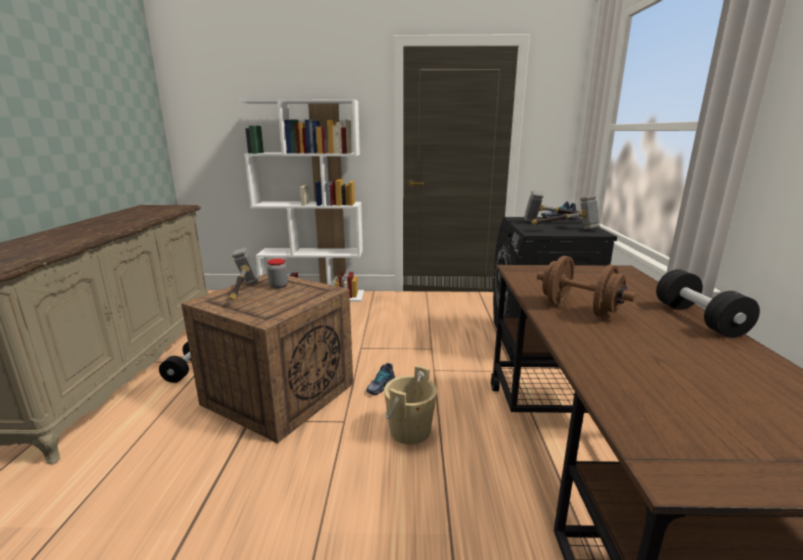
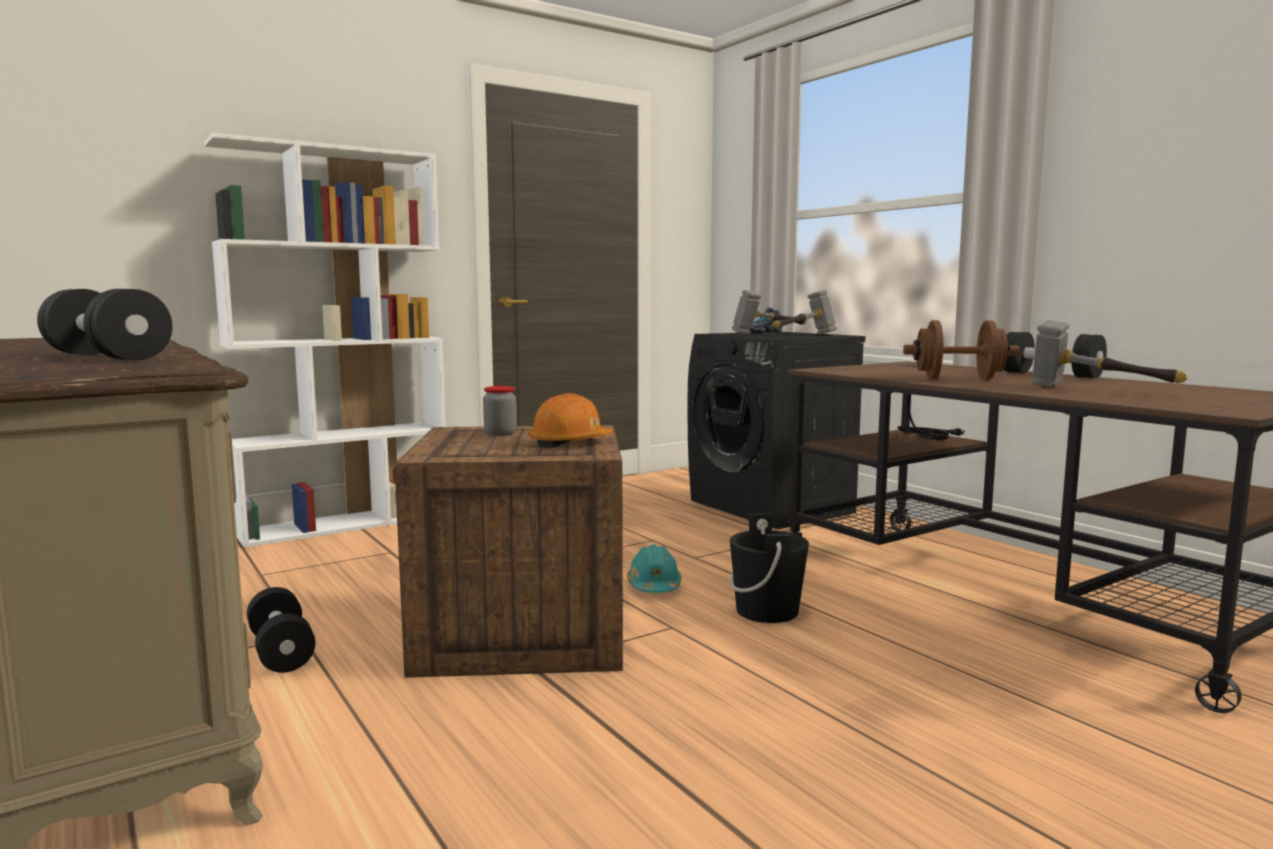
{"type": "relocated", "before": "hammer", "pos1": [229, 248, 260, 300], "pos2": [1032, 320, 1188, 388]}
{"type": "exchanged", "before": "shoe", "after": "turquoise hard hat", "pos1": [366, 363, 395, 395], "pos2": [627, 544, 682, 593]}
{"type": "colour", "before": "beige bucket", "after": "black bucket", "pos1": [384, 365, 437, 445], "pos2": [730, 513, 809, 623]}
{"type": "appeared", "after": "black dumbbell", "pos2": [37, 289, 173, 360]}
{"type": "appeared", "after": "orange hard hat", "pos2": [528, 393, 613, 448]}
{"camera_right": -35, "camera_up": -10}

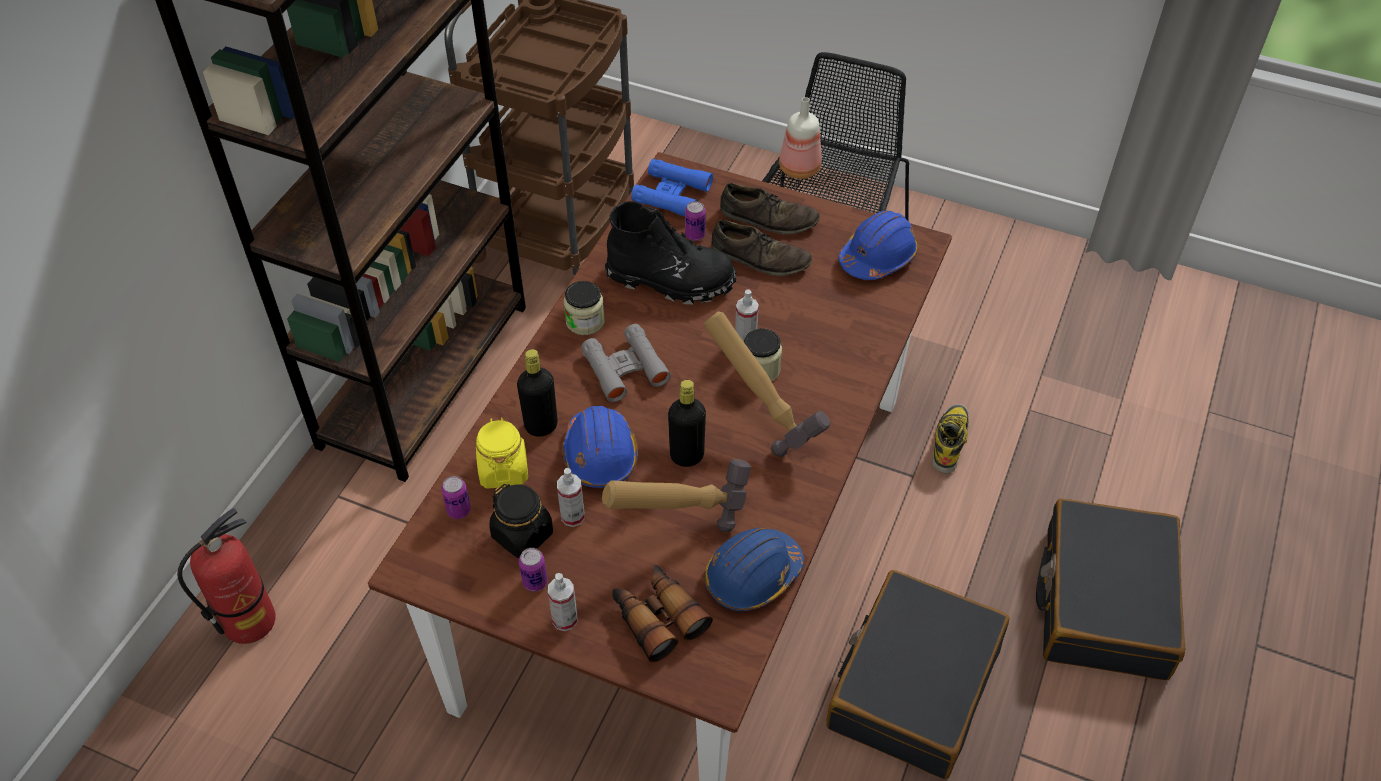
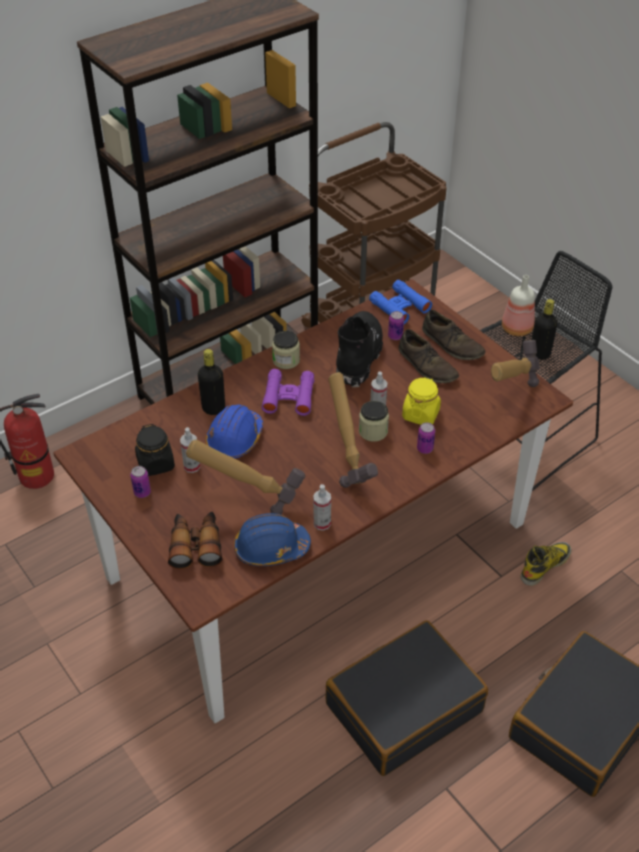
{"type": "relocated", "before": "can", "pos1": [441, 476, 471, 519], "pos2": [417, 422, 435, 454]}
{"type": "relocated", "before": "yellow jar", "pos1": [476, 417, 528, 489], "pos2": [402, 377, 441, 425]}
{"type": "relocated", "before": "spray bottle", "pos1": [548, 573, 578, 631], "pos2": [313, 484, 331, 531]}
{"type": "colour", "before": "grey binoculars", "after": "purple binoculars", "pos1": [581, 324, 671, 402], "pos2": [262, 369, 314, 416]}
{"type": "spun", "before": "black boot", "pos1": [605, 201, 736, 305], "pos2": [336, 311, 383, 387], "turn": -120}
{"type": "relocated", "before": "black bottle", "pos1": [668, 380, 706, 467], "pos2": [532, 299, 558, 360]}
{"type": "exchanged", "before": "blue hard hat", "after": "hammer", "pos1": [839, 210, 919, 280], "pos2": [491, 340, 539, 387]}
{"camera_right": 30, "camera_up": -5}

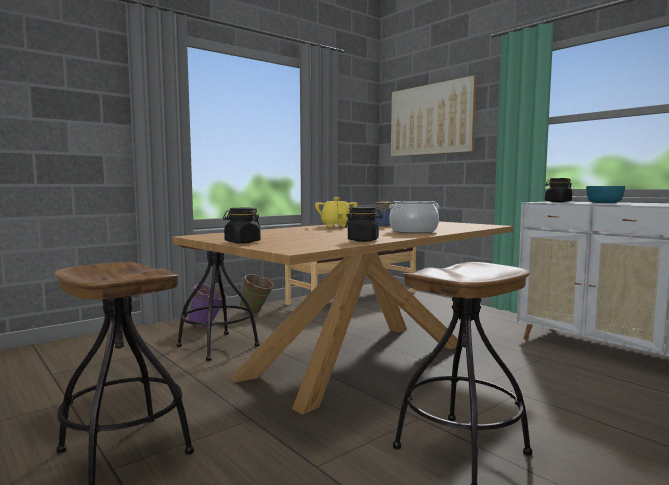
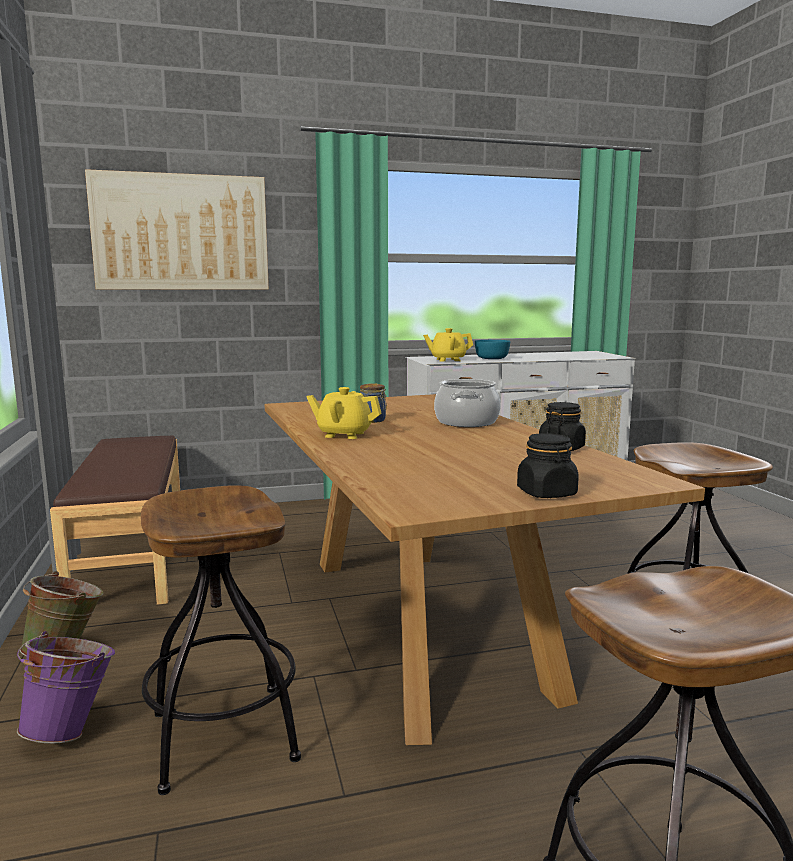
{"type": "exchanged", "before": "black jar", "after": "yellow teapot", "pos1": [545, 178, 572, 202], "pos2": [423, 328, 473, 361]}
{"camera_right": -65, "camera_up": 5}

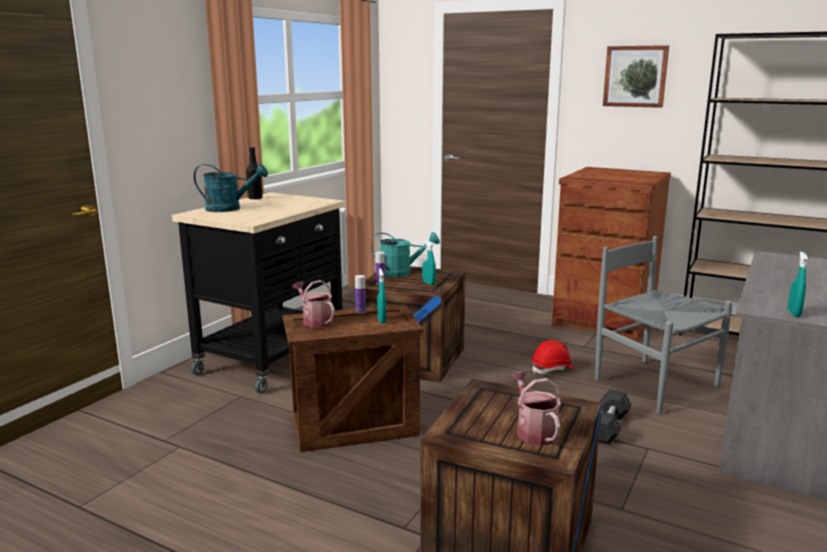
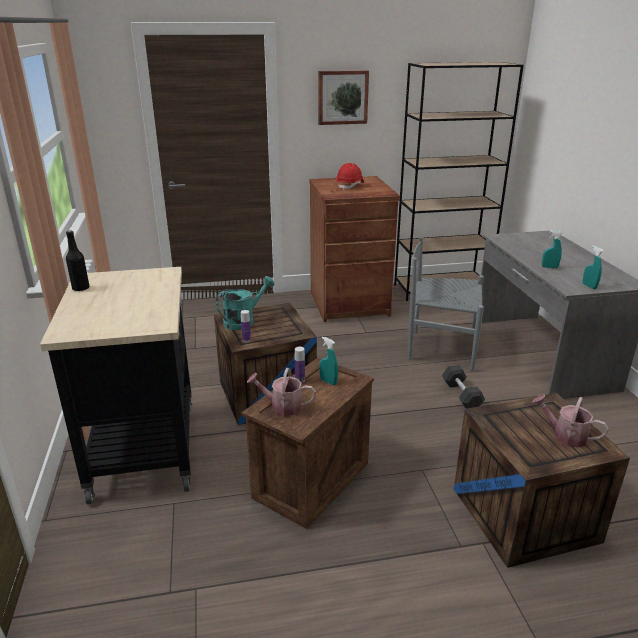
{"type": "missing", "before": "turquoise watering can", "pos1": [194, 164, 268, 212]}
{"type": "relocated", "before": "turquoise spray bottle", "pos1": [422, 240, 436, 285], "pos2": [542, 230, 562, 269]}
{"type": "relocated", "before": "red hard hat", "pos1": [532, 340, 576, 374], "pos2": [336, 163, 364, 190]}
{"camera_right": -40, "camera_up": 10}

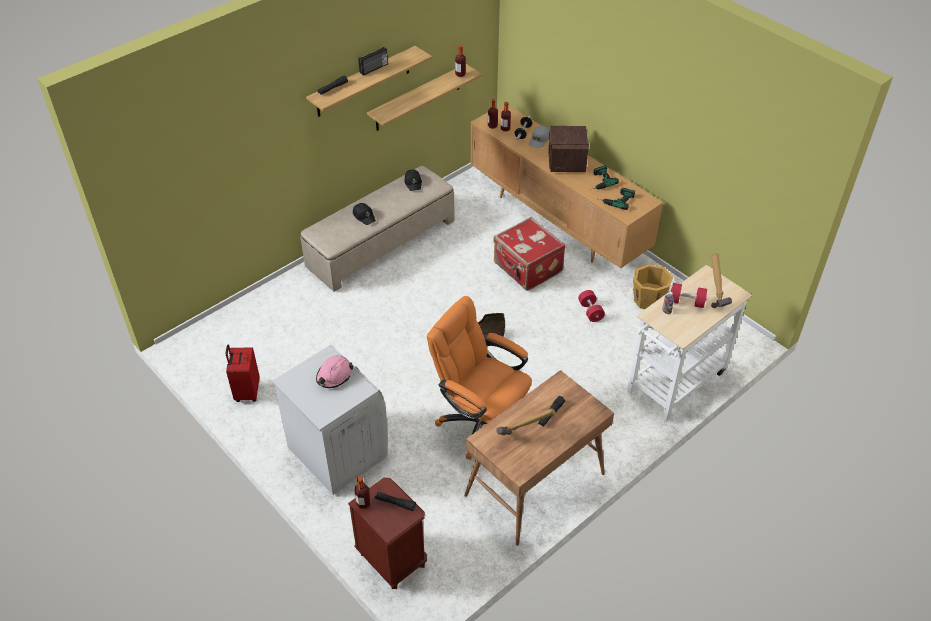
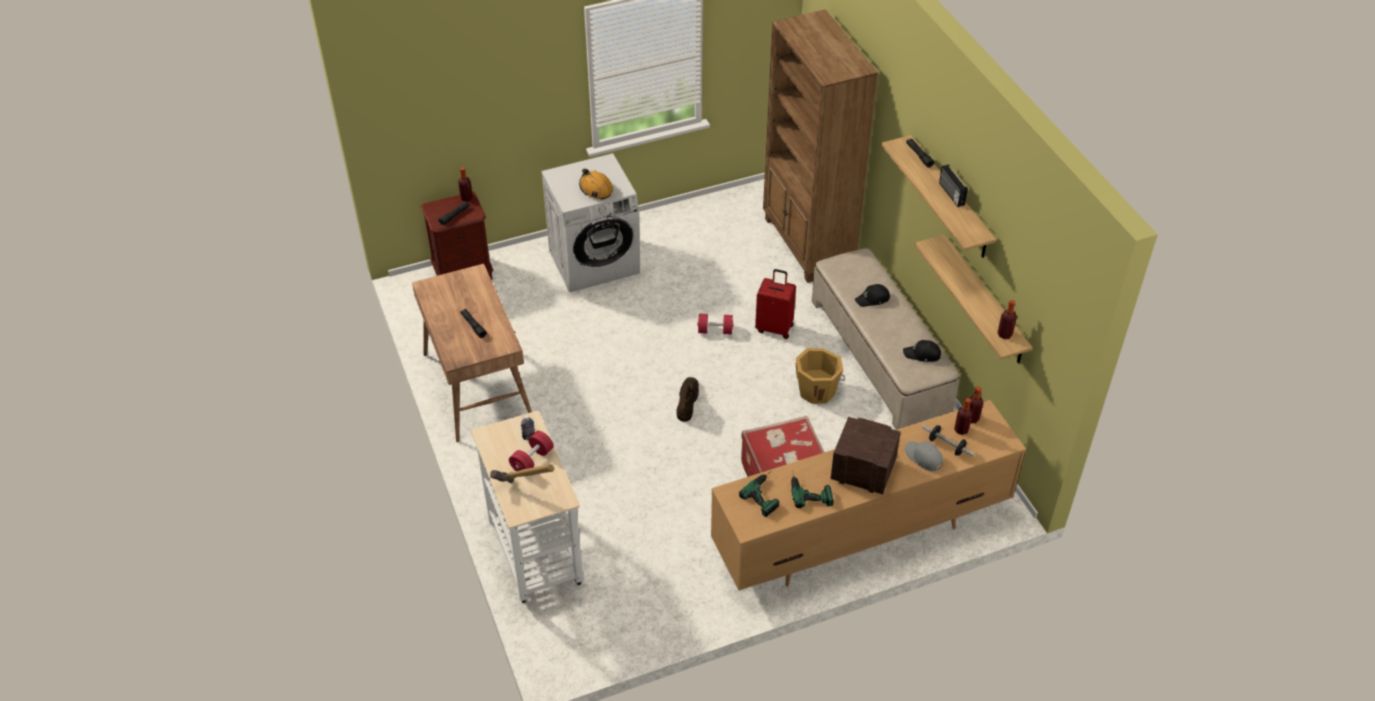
{"type": "relocated", "before": "red suitcase", "pos1": [226, 345, 260, 402], "pos2": [755, 269, 796, 339]}
{"type": "colour", "before": "pink hard hat", "after": "orange hard hat", "pos1": [316, 355, 353, 388], "pos2": [579, 168, 613, 200]}
{"type": "missing", "before": "orange office chair", "pos1": [427, 296, 532, 460]}
{"type": "missing", "before": "hammer", "pos1": [496, 408, 555, 435]}
{"type": "relocated", "before": "red dumbbell", "pos1": [578, 290, 605, 322], "pos2": [697, 314, 734, 334]}
{"type": "relocated", "before": "orange bucket", "pos1": [633, 264, 673, 309], "pos2": [796, 348, 845, 404]}
{"type": "appeared", "after": "brown bookcase", "pos2": [763, 9, 878, 283]}
{"camera_right": 110, "camera_up": 0}

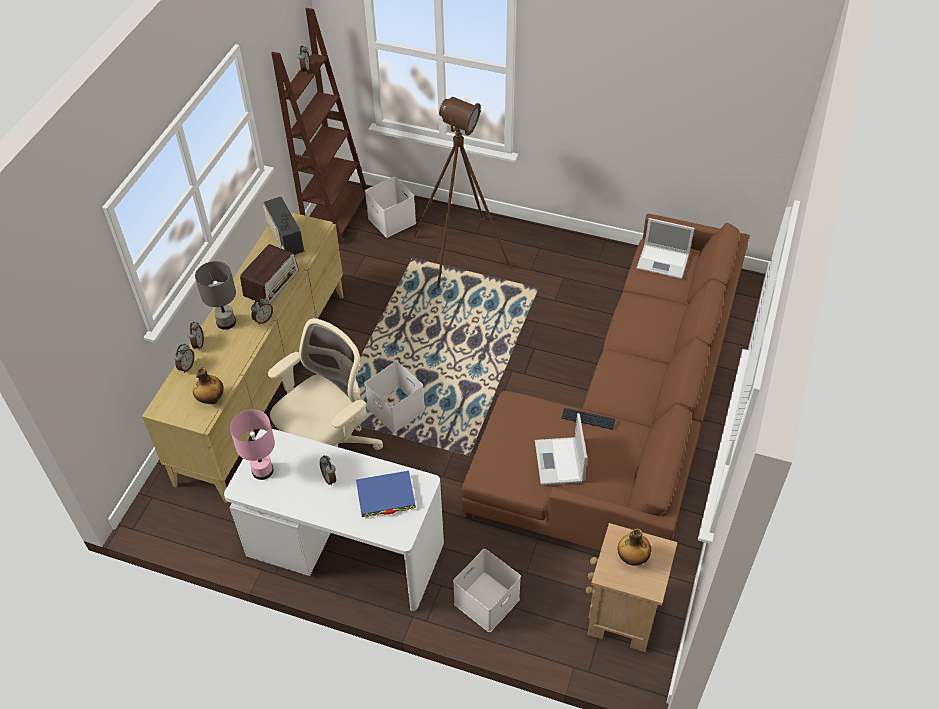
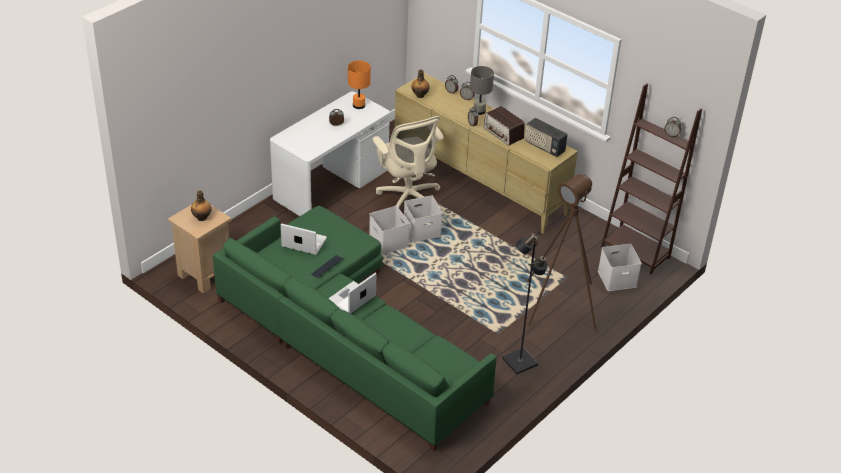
{"type": "colour", "before": "pink table lamp", "after": "orange table lamp", "pos1": [230, 409, 275, 480], "pos2": [348, 61, 371, 109]}
{"type": "spun", "before": "radio", "pos1": [263, 196, 304, 255], "pos2": [525, 118, 568, 157], "turn": -135}
{"type": "missing", "before": "blue book", "pos1": [356, 471, 416, 517]}
{"type": "relocated", "before": "white storage box", "pos1": [453, 549, 521, 632], "pos2": [369, 206, 410, 254]}
{"type": "colour", "before": "brown sofa", "after": "green sofa", "pos1": [462, 213, 749, 551], "pos2": [212, 206, 497, 452]}
{"type": "relocated", "before": "laptop", "pos1": [637, 218, 694, 279], "pos2": [328, 273, 376, 313]}
{"type": "appeared", "after": "black floor lamp", "pos2": [502, 232, 548, 374]}
{"camera_right": 110, "camera_up": -10}

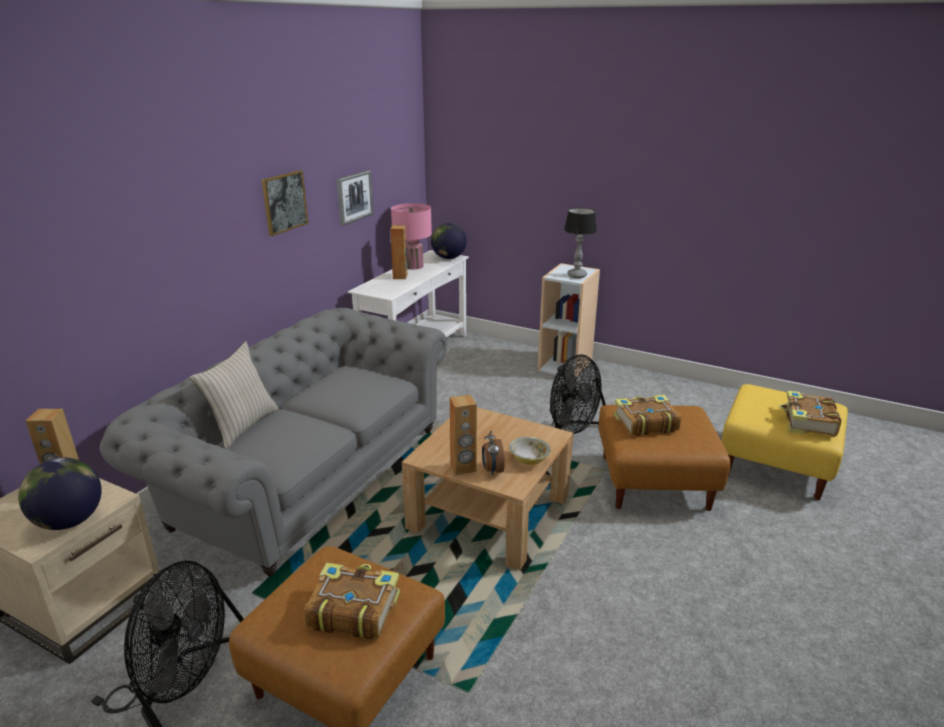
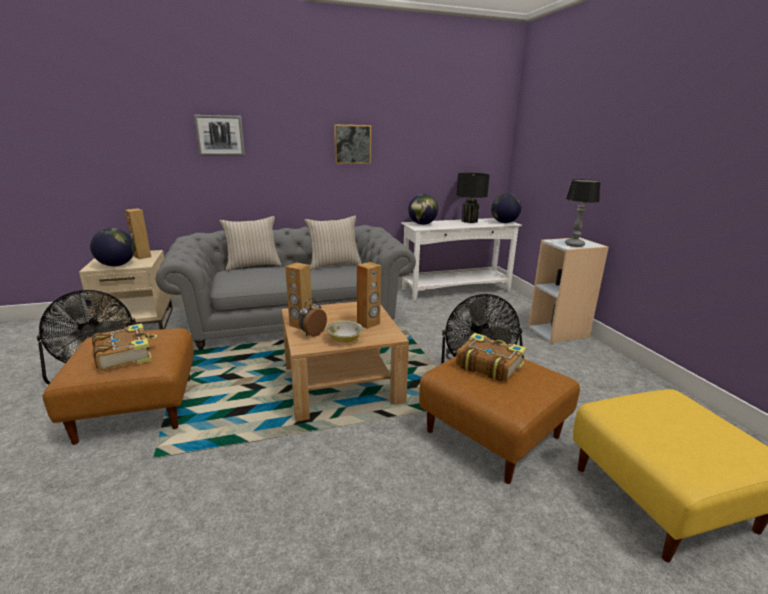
{"type": "relocated", "before": "picture", "pos1": [336, 170, 374, 226], "pos2": [194, 115, 245, 156]}
{"type": "relocated", "before": "brown speaker", "pos1": [390, 225, 408, 279], "pos2": [357, 262, 381, 329]}
{"type": "colour", "before": "pink table lamp", "after": "black table lamp", "pos1": [391, 203, 432, 270], "pos2": [456, 173, 490, 223]}
{"type": "missing", "before": "book", "pos1": [779, 391, 841, 437]}
{"type": "appeared", "after": "beige pillow", "pos2": [305, 216, 362, 270]}
{"type": "appeared", "after": "globe", "pos2": [408, 194, 438, 225]}
{"camera_right": 45, "camera_up": -5}

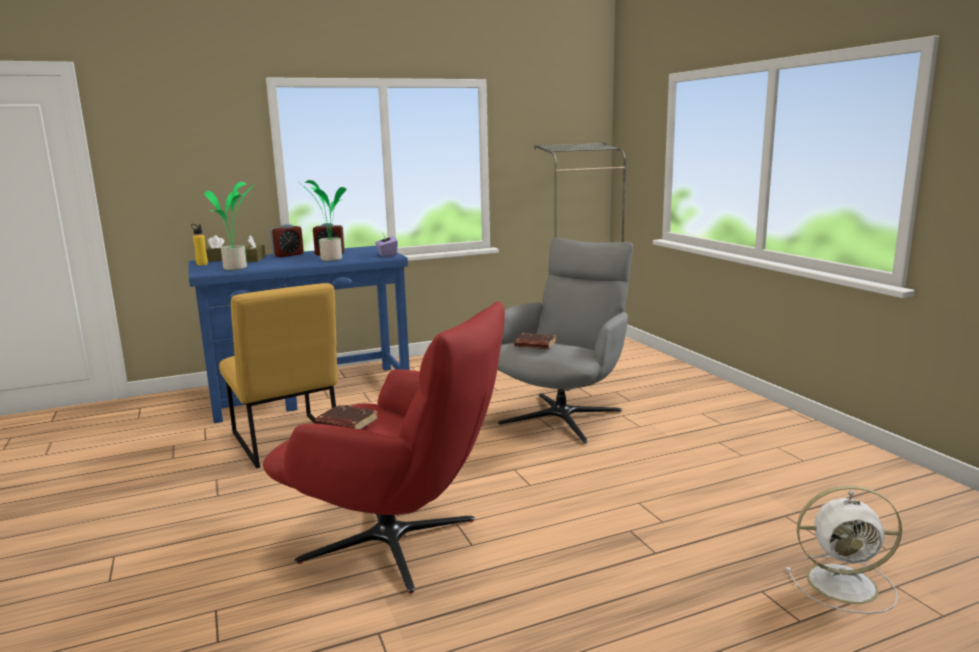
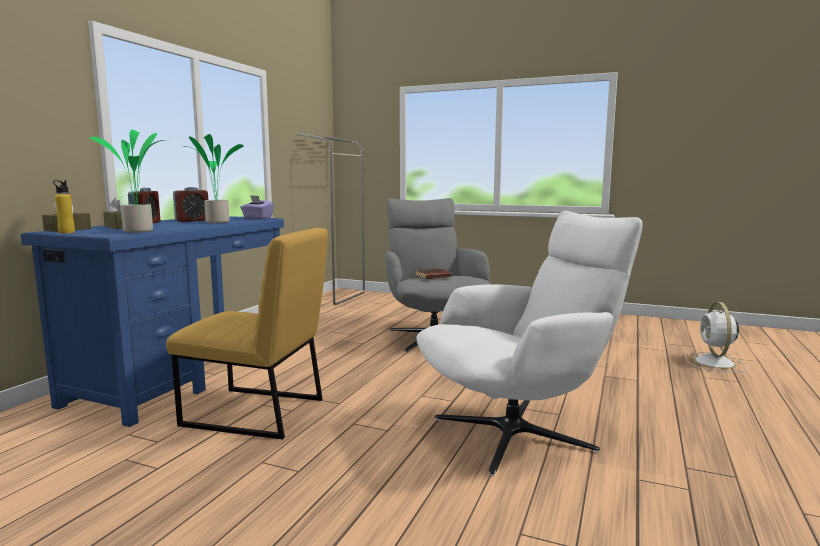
{"type": "colour", "before": "red armchair", "after": "white armchair", "pos1": [263, 301, 505, 594], "pos2": [416, 211, 643, 476]}
{"type": "missing", "before": "brown book", "pos1": [315, 405, 378, 429]}
{"type": "spun", "before": "white fan", "pos1": [786, 485, 902, 614], "pos2": [685, 302, 748, 372], "turn": 135}
{"camera_right": -45, "camera_up": -5}

